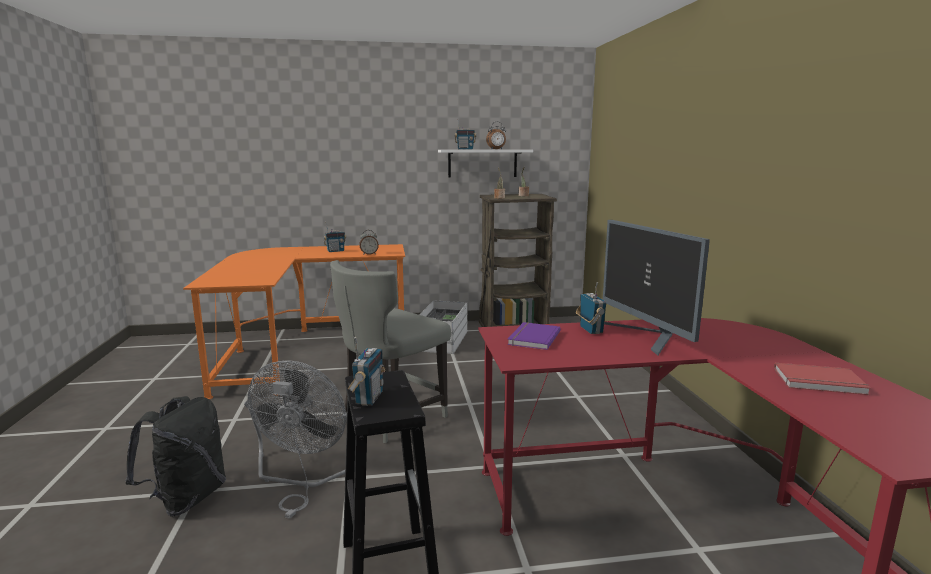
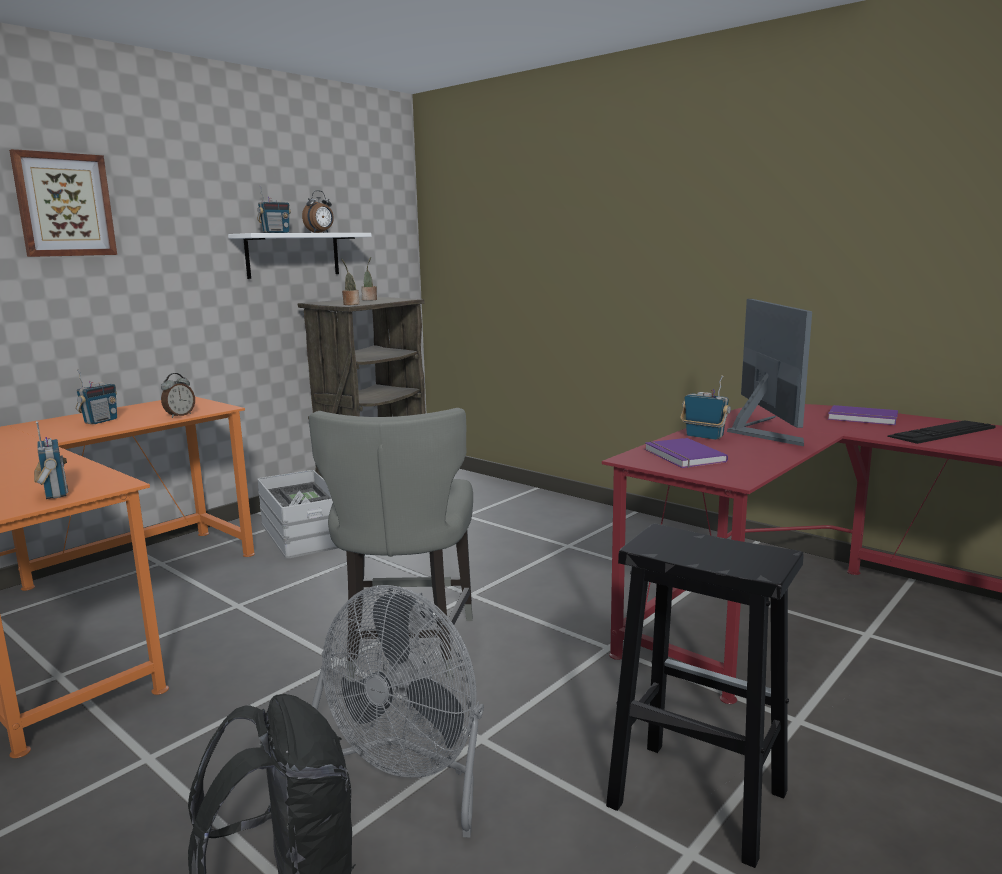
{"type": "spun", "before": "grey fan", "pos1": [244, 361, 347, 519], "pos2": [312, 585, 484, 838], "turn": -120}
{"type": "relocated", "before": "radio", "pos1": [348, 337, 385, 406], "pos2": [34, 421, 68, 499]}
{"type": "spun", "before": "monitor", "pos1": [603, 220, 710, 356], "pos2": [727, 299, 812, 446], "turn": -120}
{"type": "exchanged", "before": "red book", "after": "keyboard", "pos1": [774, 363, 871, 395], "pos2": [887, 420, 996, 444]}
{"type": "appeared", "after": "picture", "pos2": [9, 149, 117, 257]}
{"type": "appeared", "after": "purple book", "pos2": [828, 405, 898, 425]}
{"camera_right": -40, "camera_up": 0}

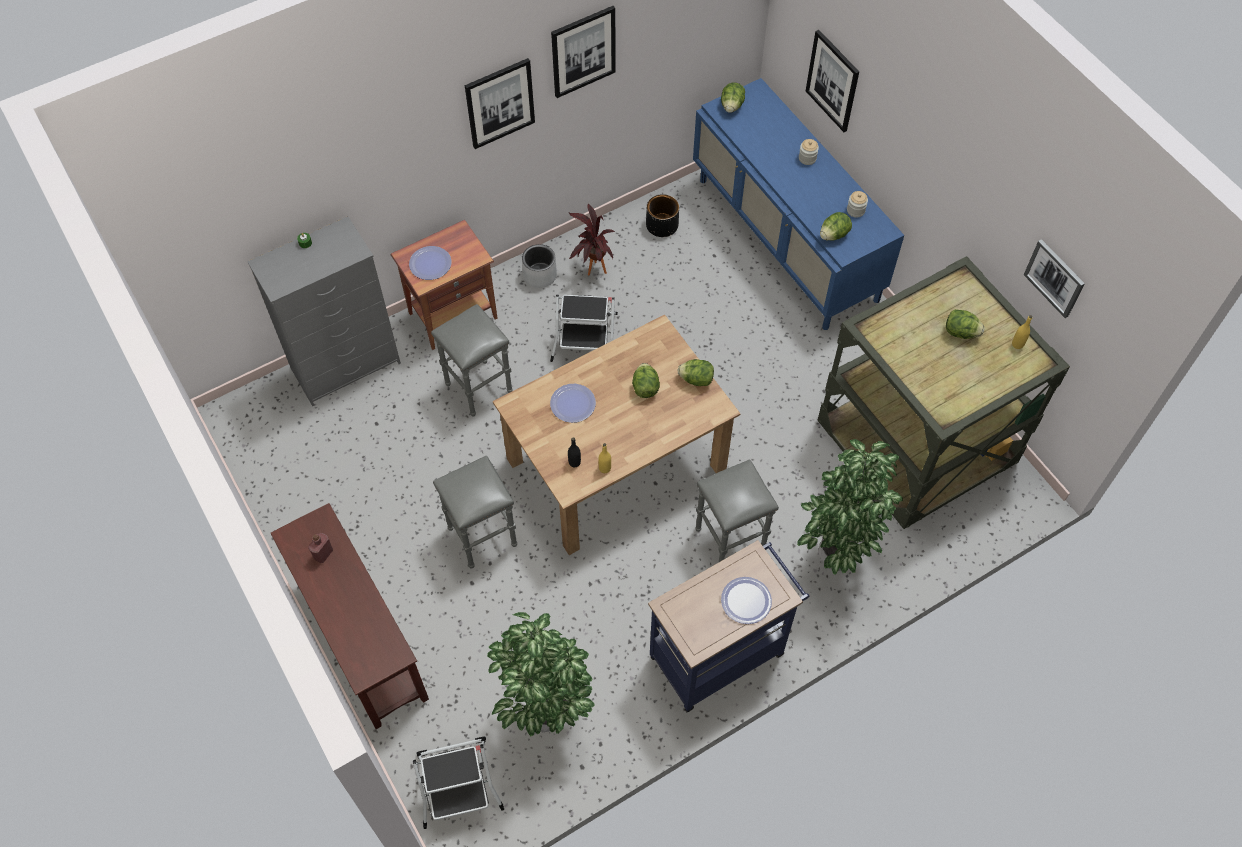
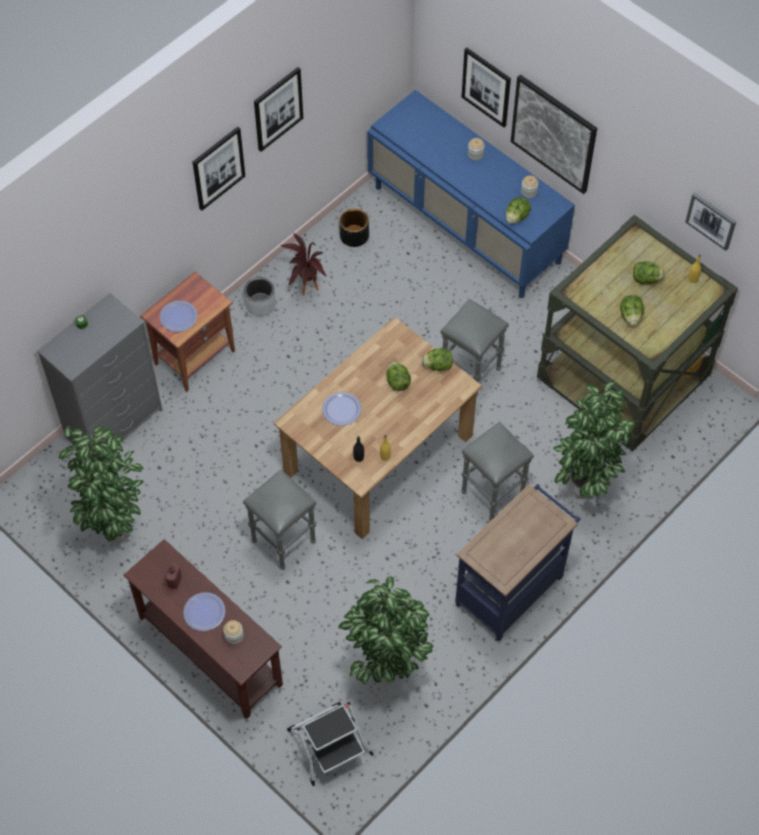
{"type": "relocated", "before": "grey stool", "pos1": [431, 304, 513, 416], "pos2": [441, 299, 509, 397]}
{"type": "missing", "before": "step ladder", "pos1": [550, 295, 618, 362]}
{"type": "relocated", "before": "lettuce", "pos1": [721, 83, 745, 113], "pos2": [620, 295, 644, 326]}
{"type": "relocated", "before": "plate", "pos1": [721, 577, 772, 624], "pos2": [183, 592, 225, 631]}
{"type": "appeared", "after": "potted plant", "pos2": [59, 426, 144, 545]}
{"type": "appeared", "after": "jar", "pos2": [223, 620, 243, 644]}
{"type": "appeared", "after": "picture", "pos2": [511, 74, 597, 194]}
{"camera_right": -15, "camera_up": 0}

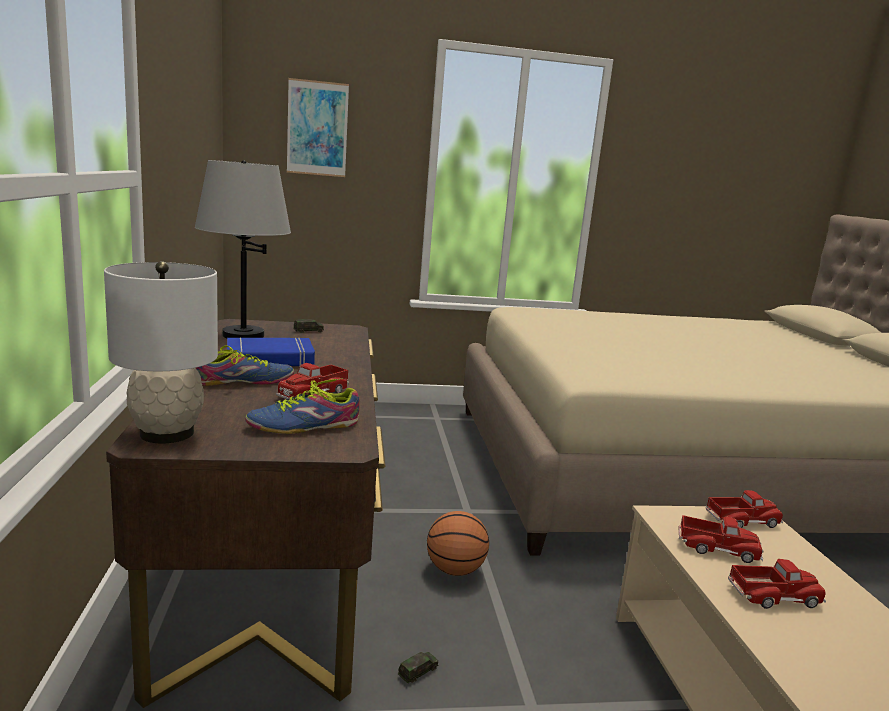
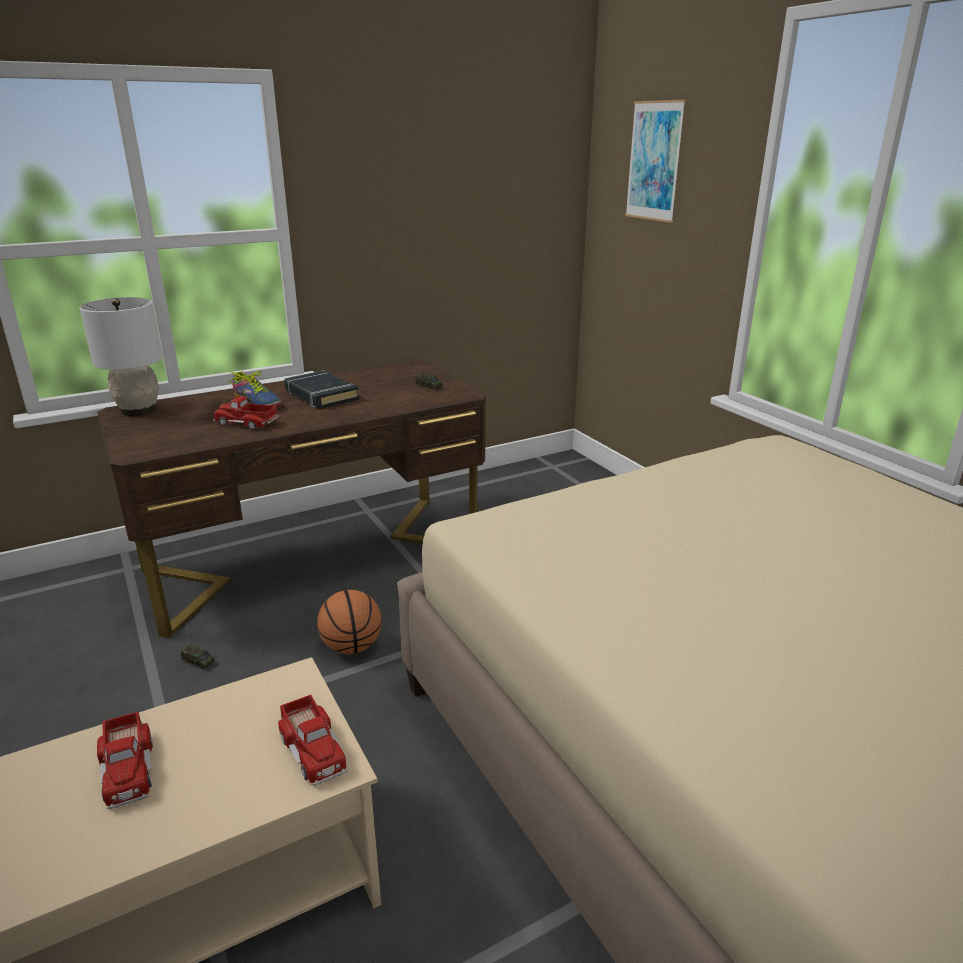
{"type": "missing", "before": "grey table lamp", "pos1": [195, 160, 291, 339]}
{"type": "colour", "before": "blue book", "after": "black book", "pos1": [227, 337, 315, 367], "pos2": [284, 370, 359, 409]}
{"type": "missing", "before": "shoe", "pos1": [245, 378, 360, 434]}
{"type": "missing", "before": "toy truck", "pos1": [678, 515, 763, 563]}
{"camera_right": 70, "camera_up": 10}

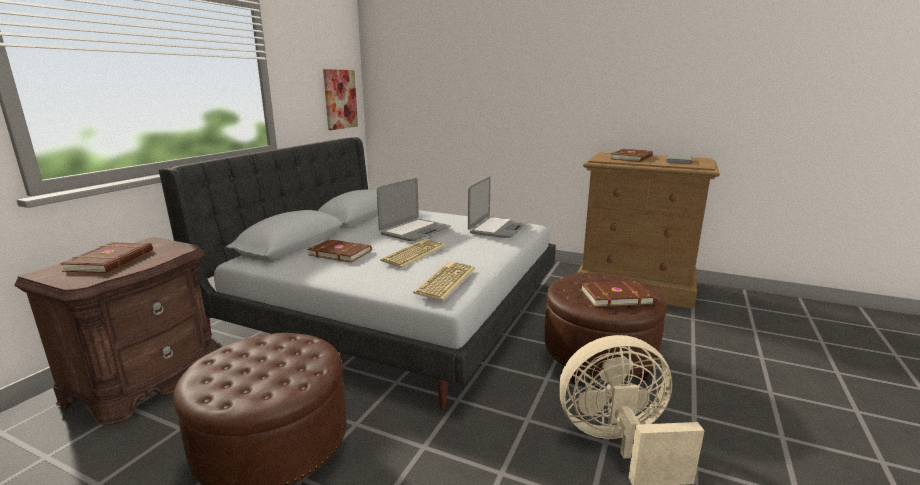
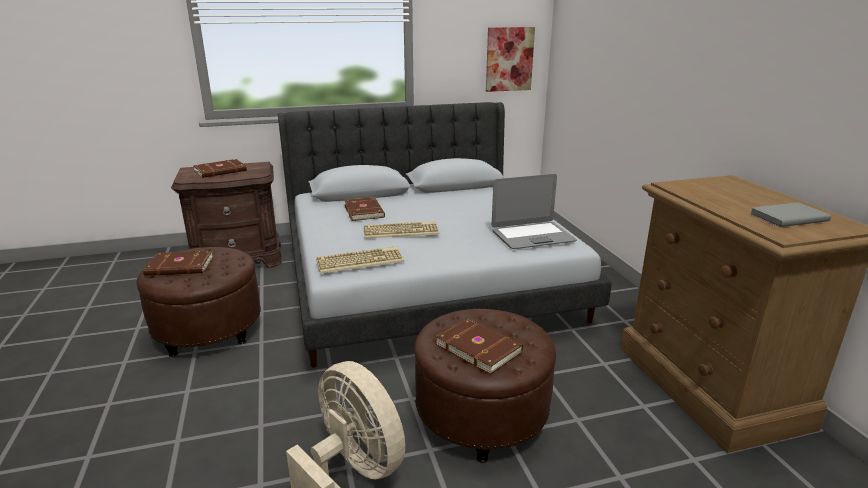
{"type": "missing", "before": "laptop", "pos1": [377, 178, 451, 241]}
{"type": "relocated", "before": "brown book", "pos1": [611, 148, 653, 162], "pos2": [143, 251, 213, 276]}
{"camera_right": 50, "camera_up": 5}

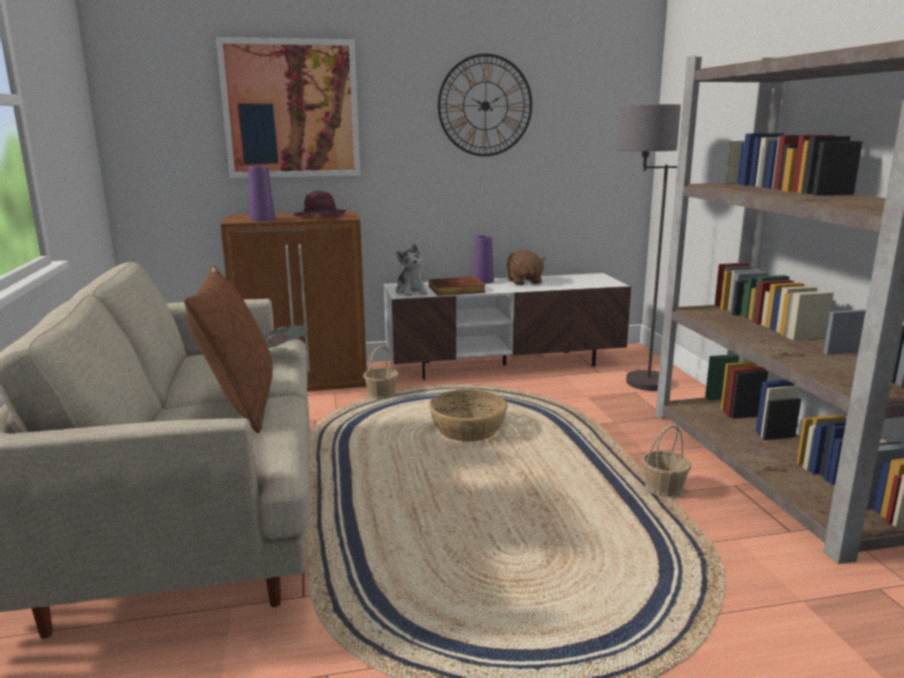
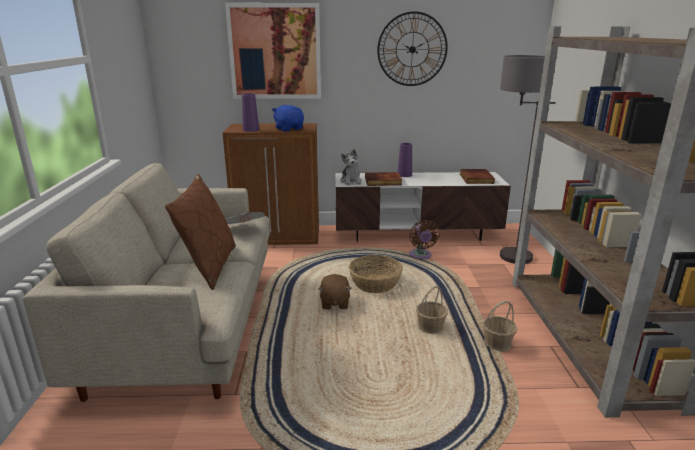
{"type": "exchanged", "before": "purple hat", "after": "blue plush toy", "pos1": [294, 191, 346, 217], "pos2": [272, 105, 304, 131]}
{"type": "relocated", "before": "basket", "pos1": [363, 346, 399, 399], "pos2": [416, 286, 448, 334]}
{"type": "relocated", "before": "brown plush toy", "pos1": [507, 250, 546, 285], "pos2": [318, 274, 352, 309]}
{"type": "appeared", "after": "brown fan", "pos2": [409, 220, 440, 259]}
{"type": "appeared", "after": "book", "pos2": [460, 169, 495, 184]}
{"camera_right": 10, "camera_up": 5}

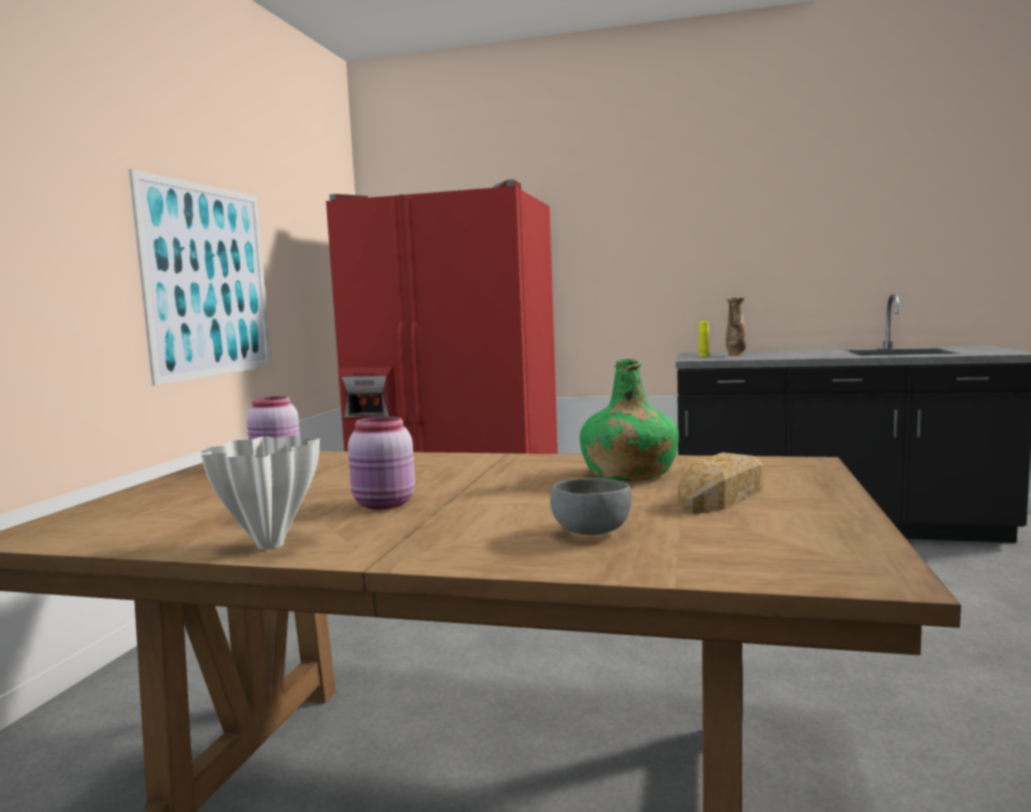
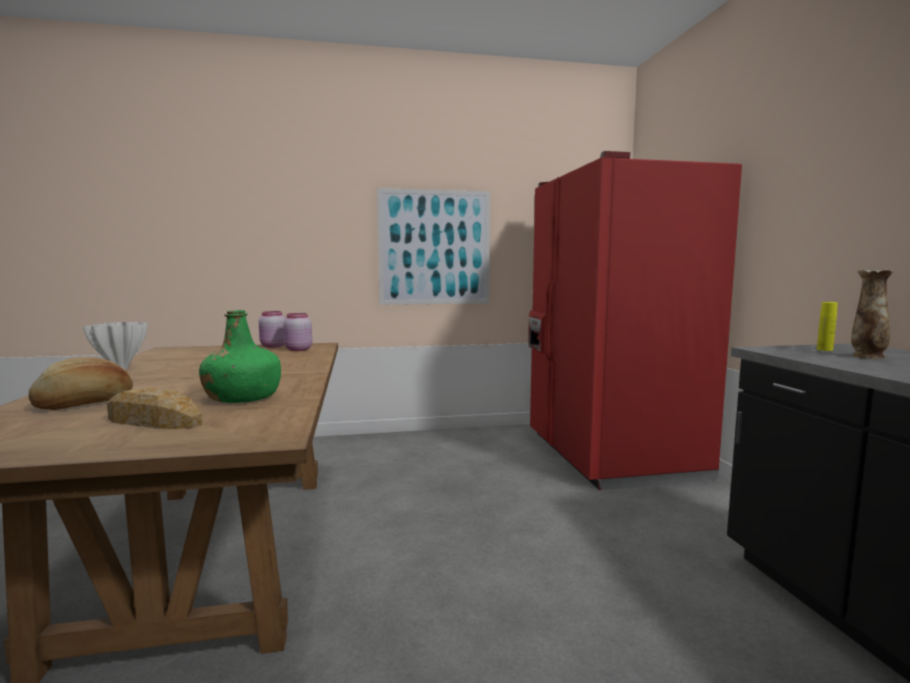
{"type": "relocated", "before": "pink jar", "pos1": [348, 416, 415, 510], "pos2": [259, 311, 285, 348]}
{"type": "exchanged", "before": "grey bowl", "after": "bread", "pos1": [550, 478, 632, 535], "pos2": [29, 357, 133, 410]}
{"camera_right": 65, "camera_up": 0}

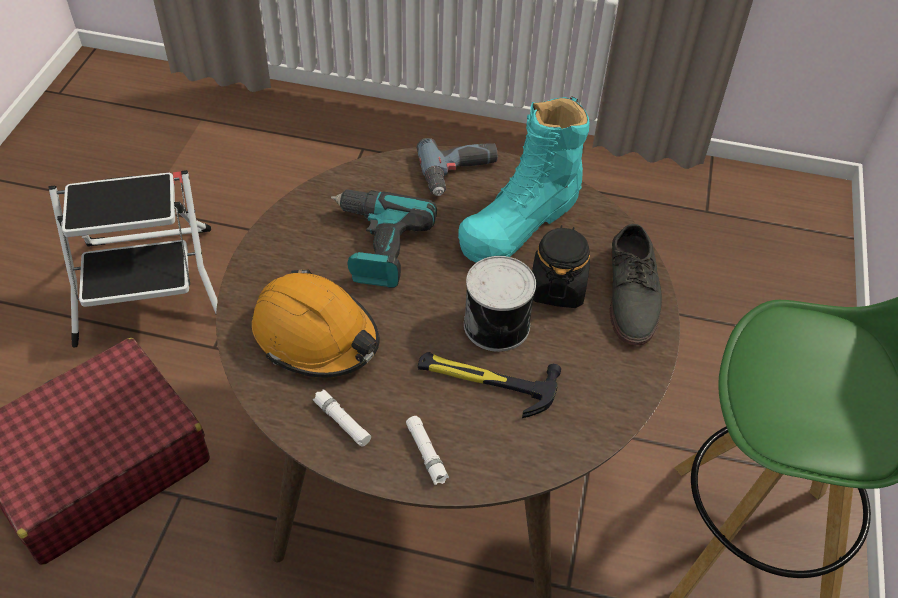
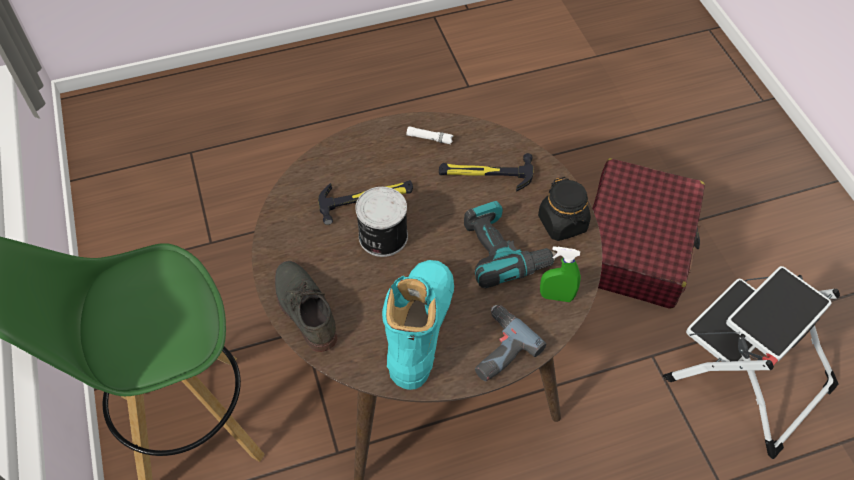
{"type": "exchanged", "before": "orange hard hat", "after": "hammer", "pos1": [252, 269, 380, 378], "pos2": [439, 153, 534, 192]}
{"type": "missing", "before": "white flashlight", "pos1": [406, 416, 449, 485]}
{"type": "relocated", "before": "black jar", "pos1": [532, 225, 590, 308], "pos2": [538, 177, 591, 241]}
{"type": "appeared", "after": "green spray bottle", "pos2": [540, 246, 581, 302]}
{"camera_right": 150, "camera_up": 5}

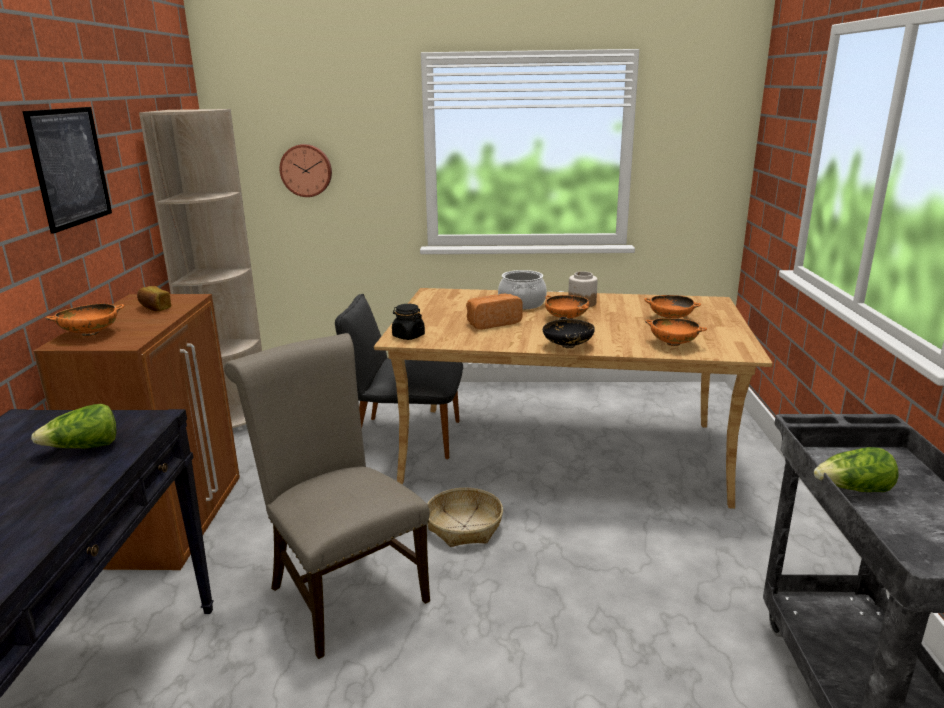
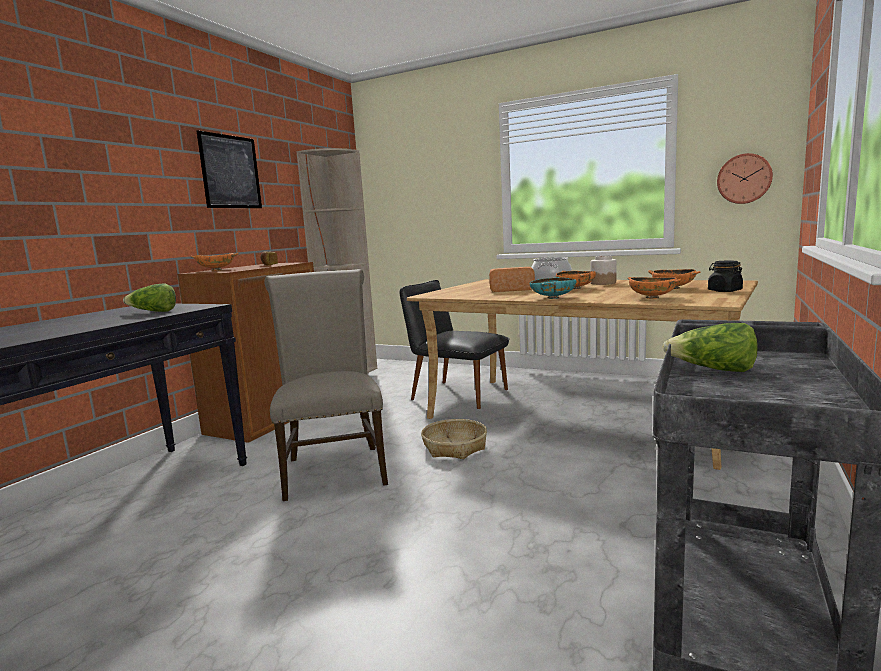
{"type": "relocated", "before": "wall clock", "pos1": [279, 144, 332, 197], "pos2": [717, 153, 773, 204]}
{"type": "relocated", "before": "black jar", "pos1": [392, 304, 425, 340], "pos2": [708, 261, 743, 292]}
{"type": "colour", "before": "black bowl", "after": "turquoise bowl", "pos1": [543, 317, 595, 348], "pos2": [530, 277, 576, 299]}
{"camera_right": 25, "camera_up": -10}

